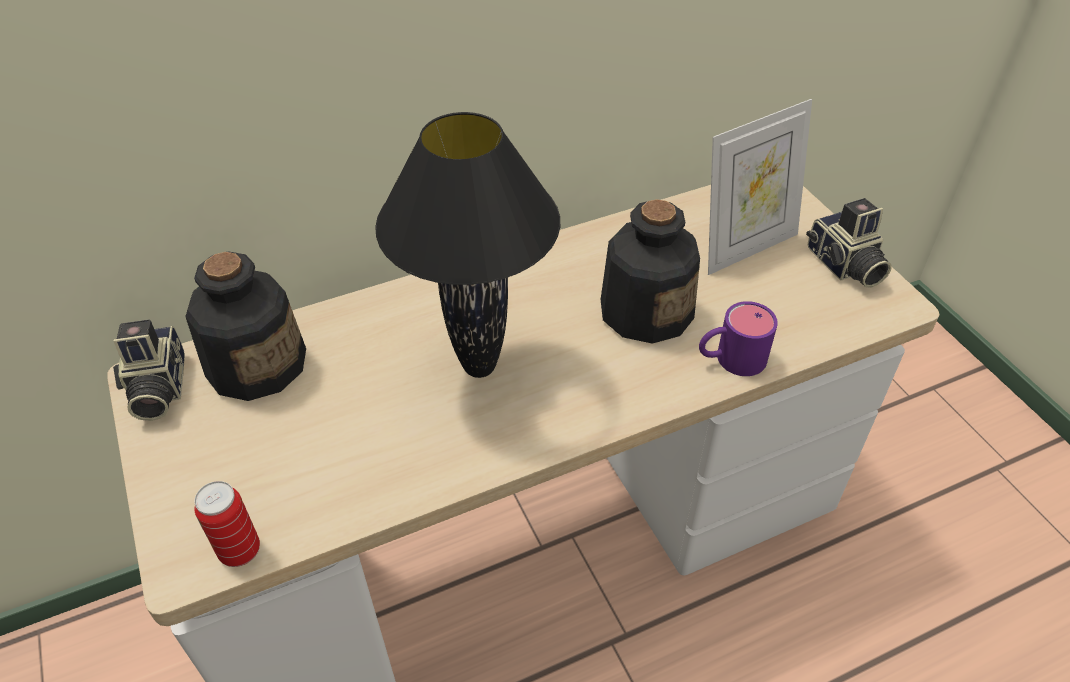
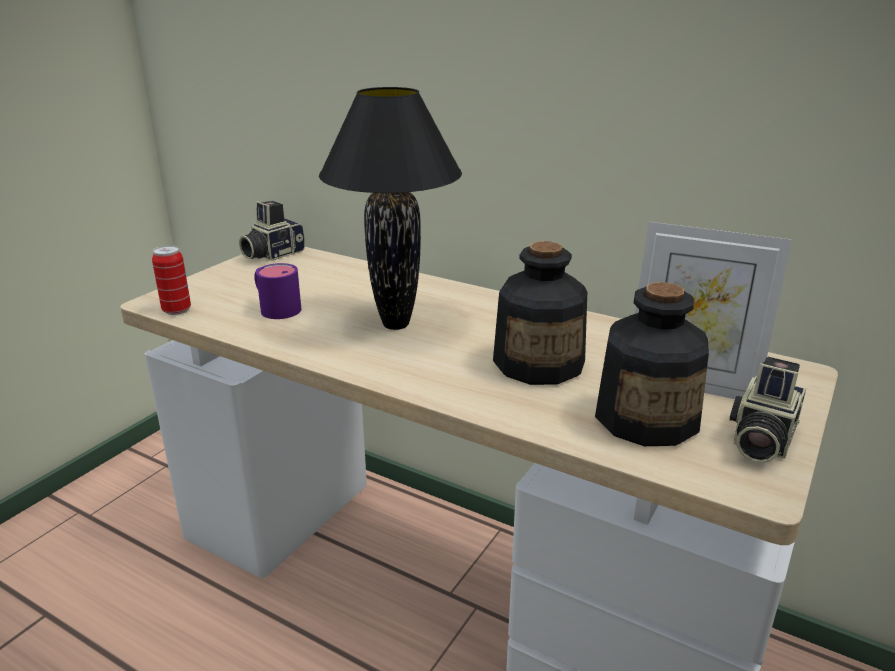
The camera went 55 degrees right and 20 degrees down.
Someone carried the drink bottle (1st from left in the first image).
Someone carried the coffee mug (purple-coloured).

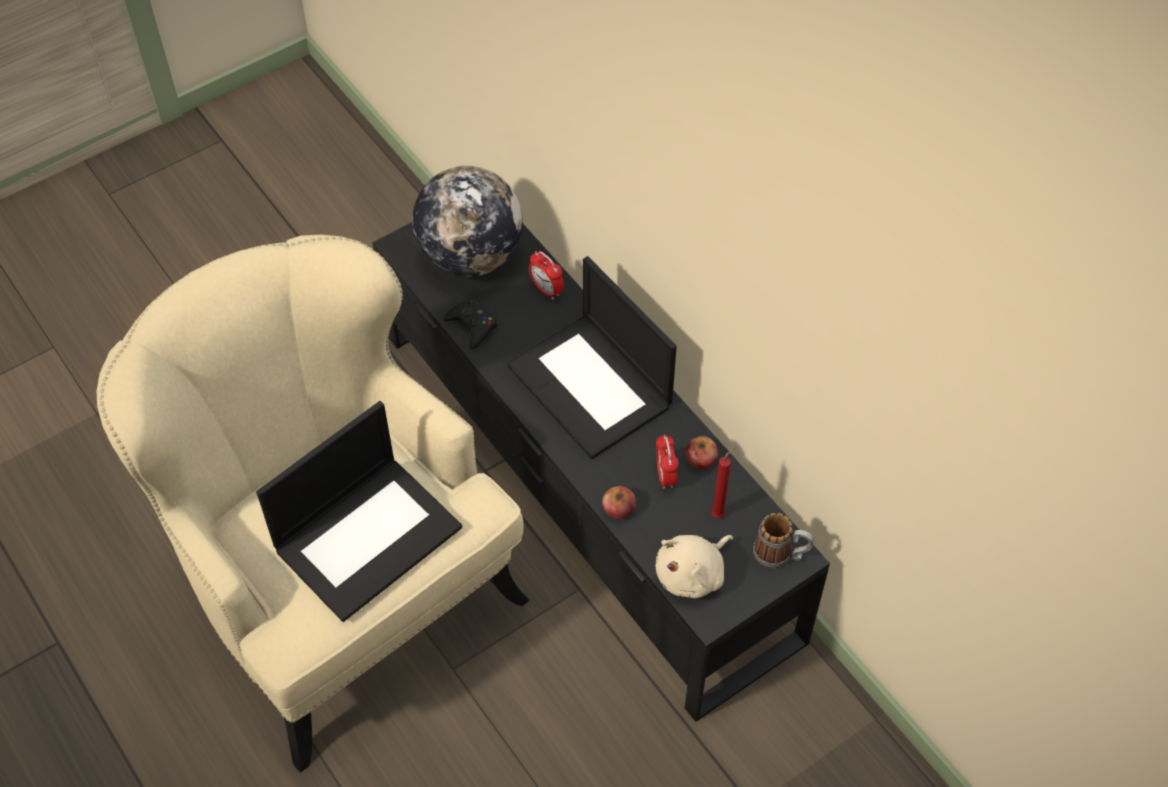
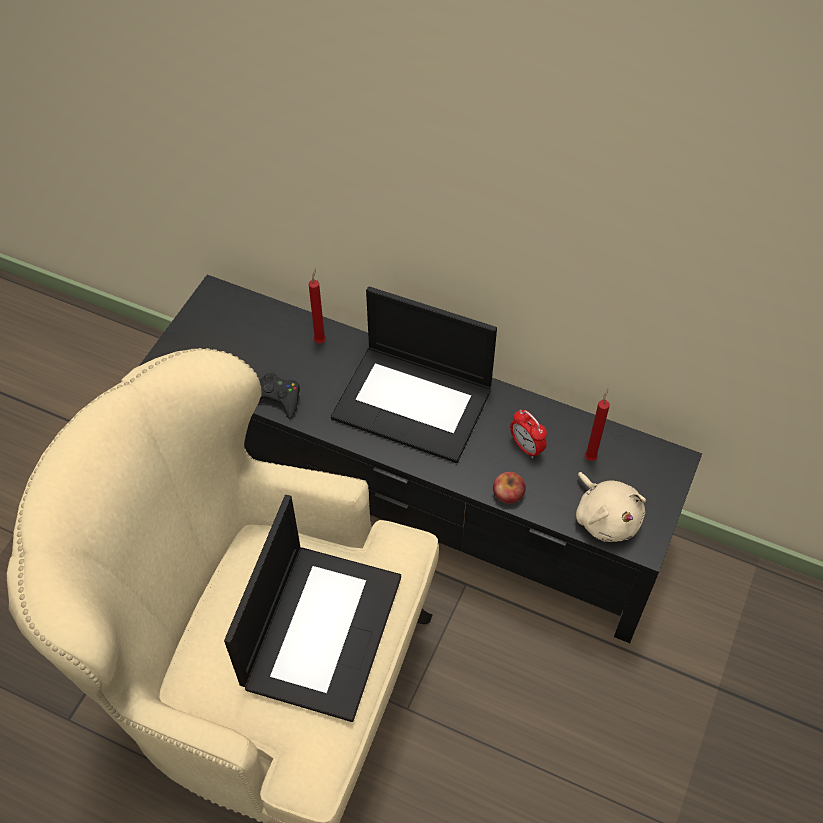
The camera went 30 degrees left and 0 degrees up.
Someone took away the desk globe.
Someone swapped the bedside clock (1st from left) for the wax candle (reddish) (1st from left).
Someone rotated the plush toy (sand-coloured) by 45 degrees counterclockwise.
Someone took away the apple (2nd from left).
Someone took away the coffee mug.

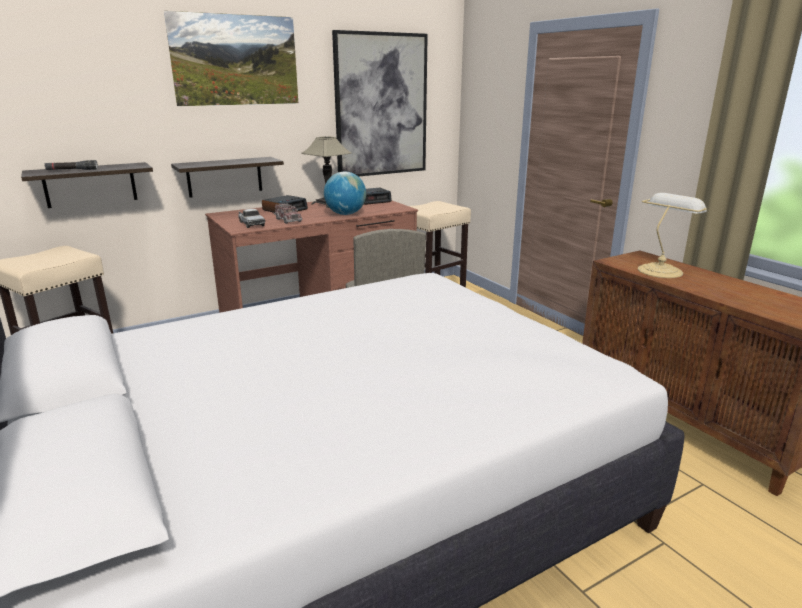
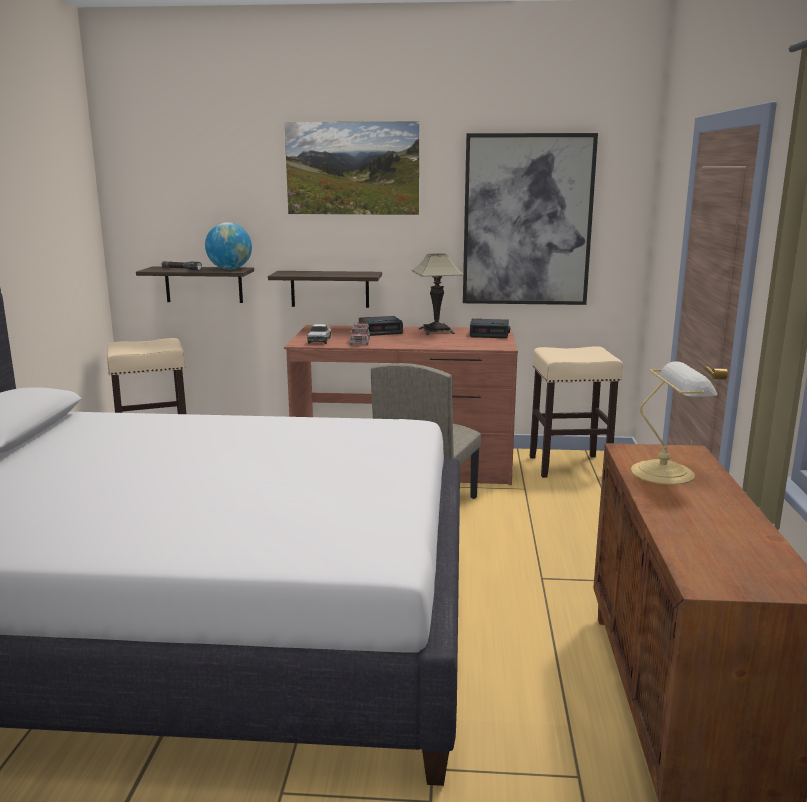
The camera went 35 degrees right and 5 degrees down.
Someone carried the desk globe.

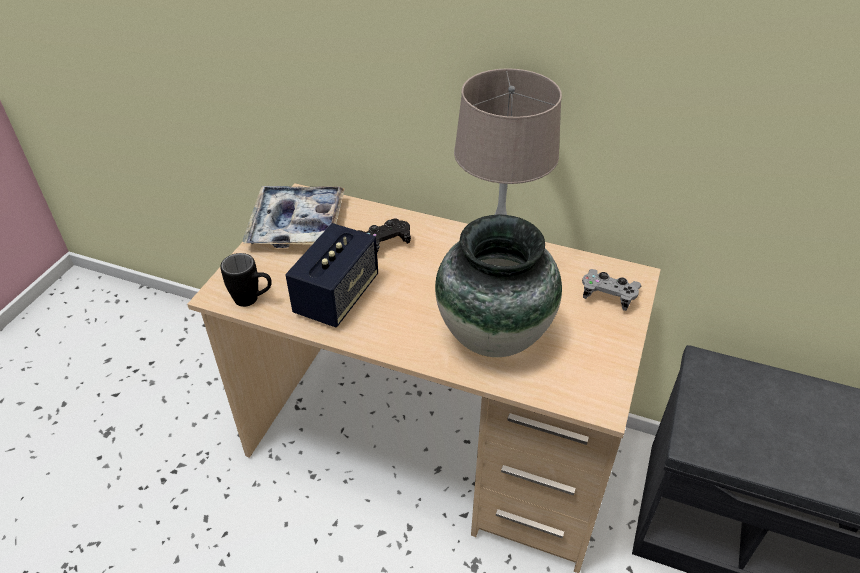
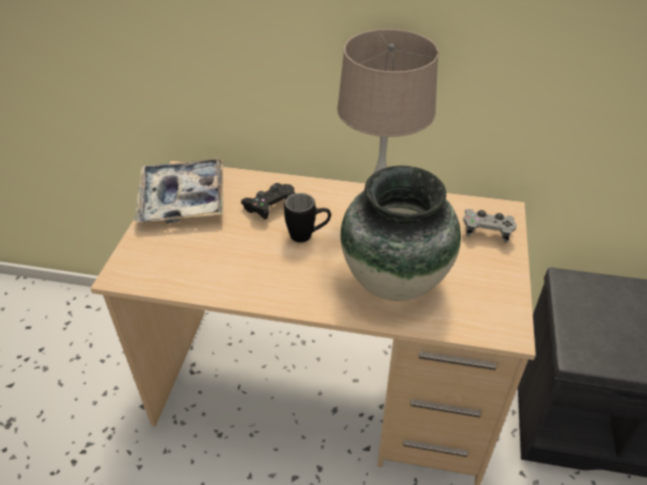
The camera went 10 degrees left and 0 degrees up.
Someone carried the coffee mug (blackish).
Someone took away the loudspeaker.

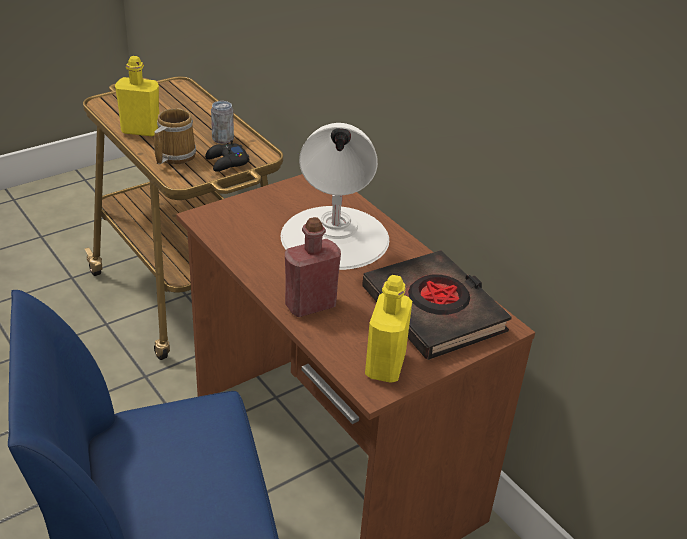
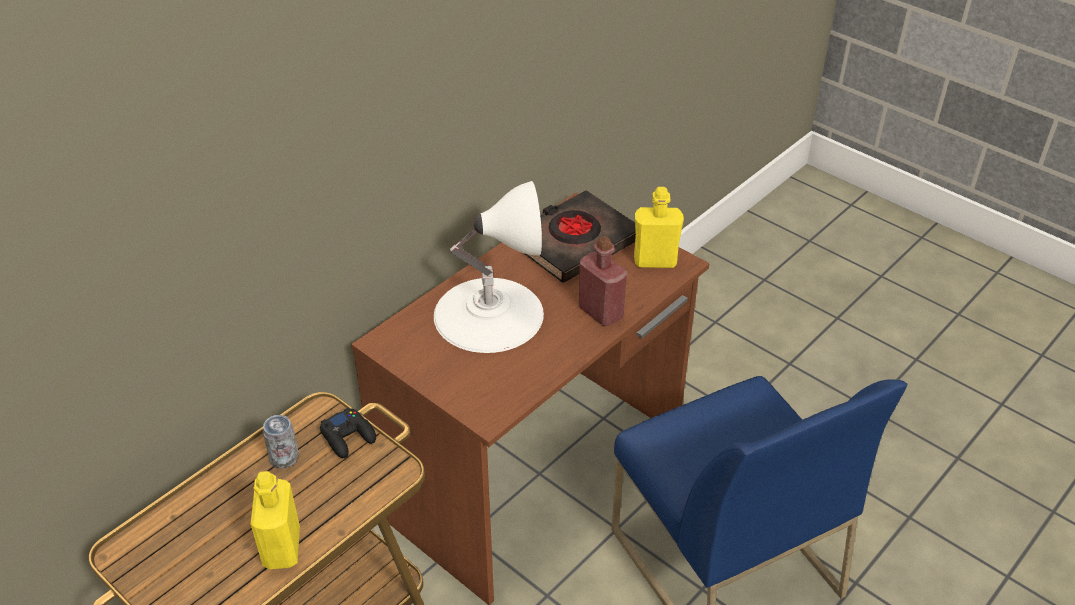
The camera went 100 degrees left and 5 degrees up.
Someone took away the coffee mug.

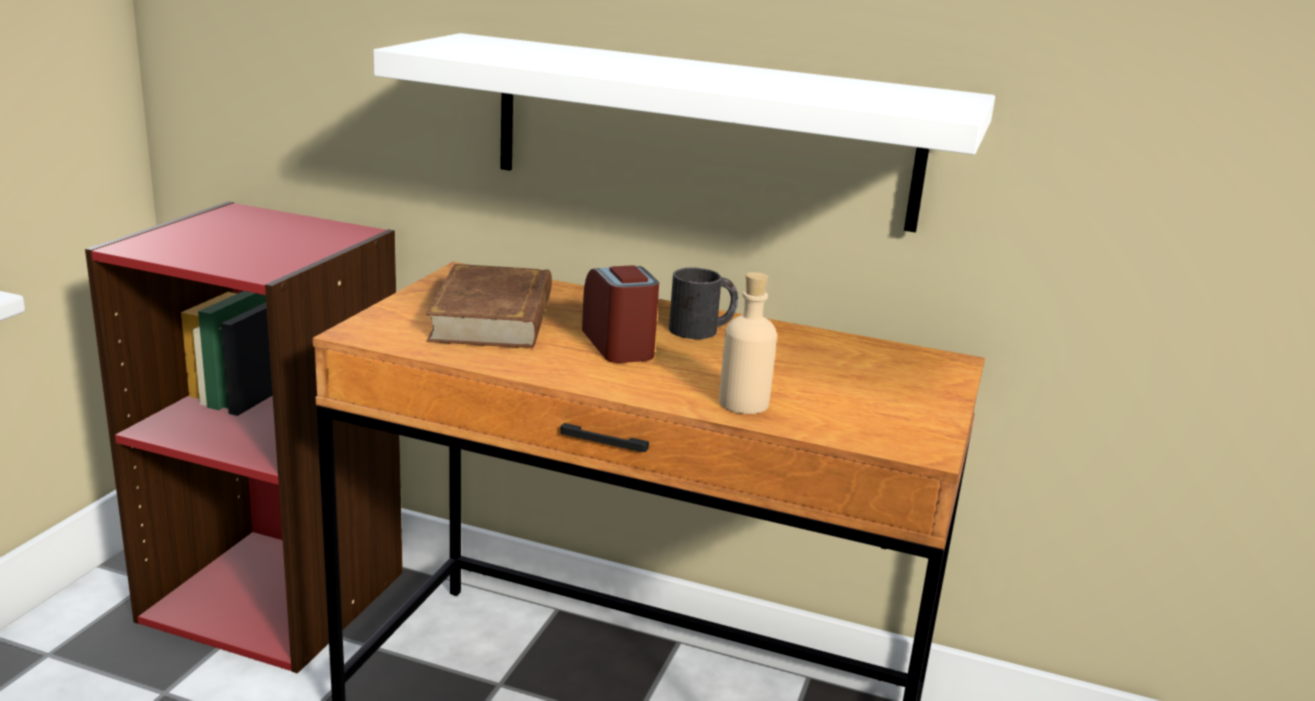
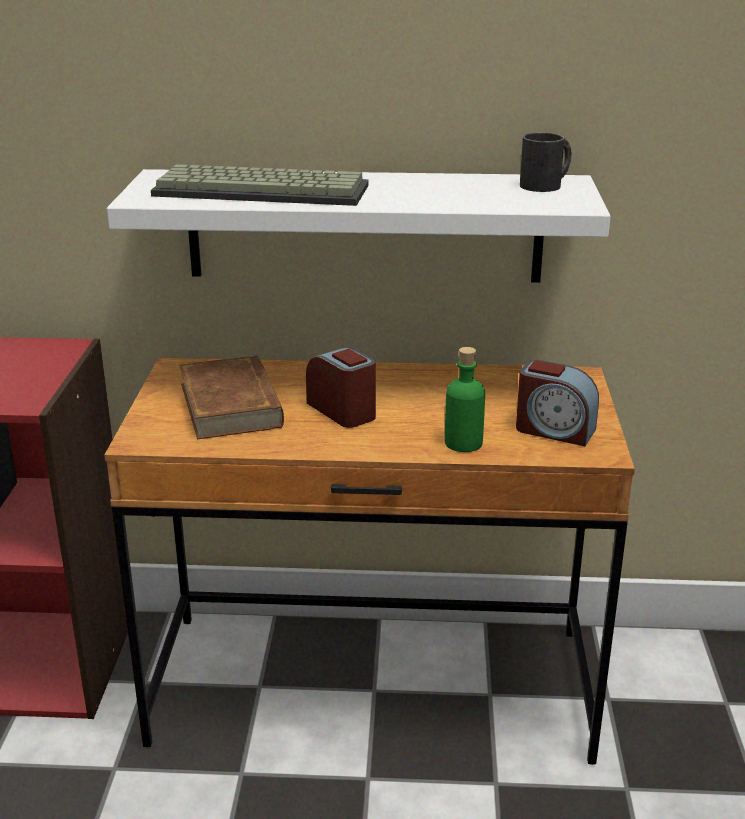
The camera went 15 degrees left and 5 degrees up.
Someone carried the coffee mug (blackish).
Someone repainted the drink bottle (sand-coloured), which became the drink bottle (green-coloured).
Someone put down the PC keyboard.
Someone put down the bedside clock (2nd from left).

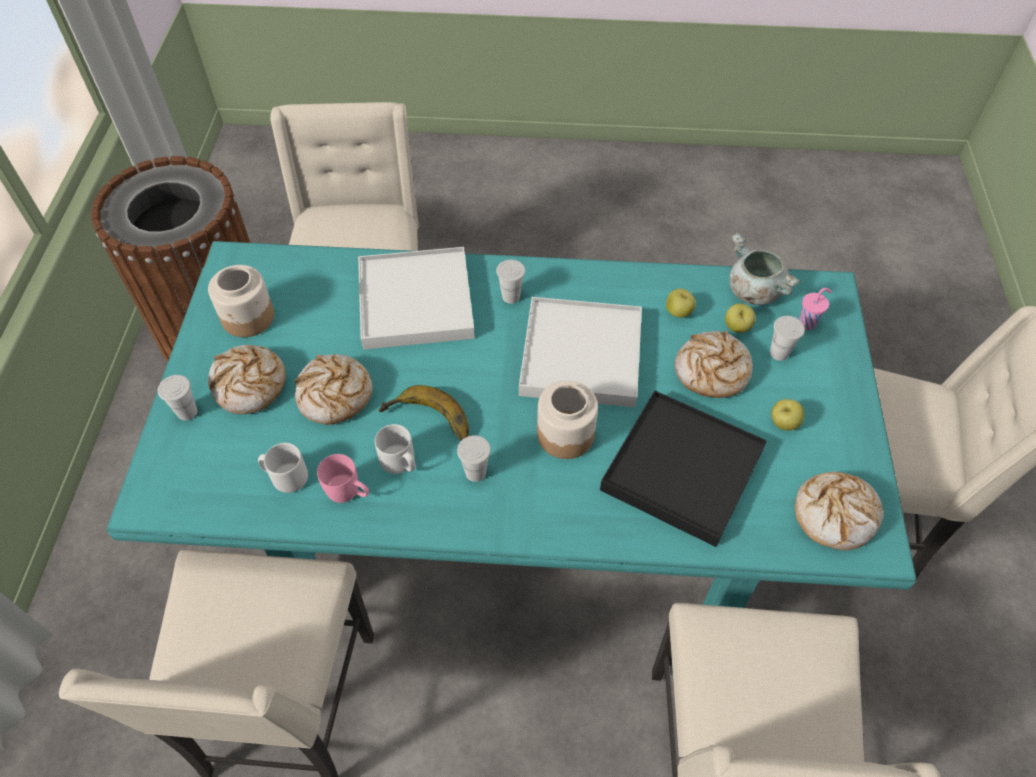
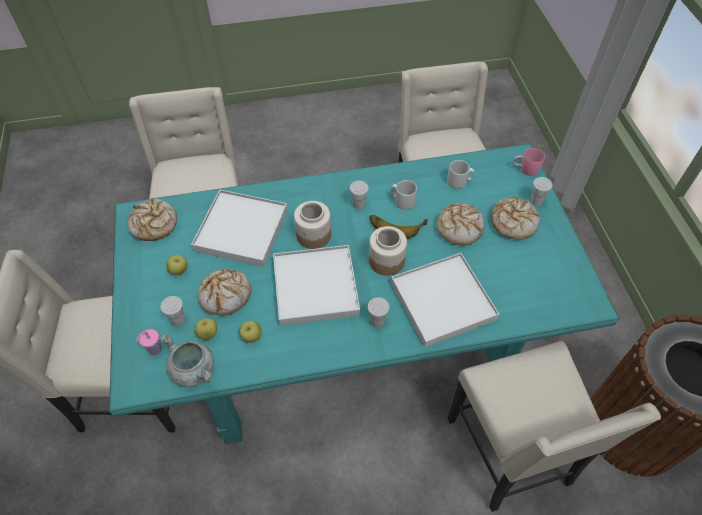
The camera went 165 degrees right and 0 degrees up.
Someone carried the preserve jar (1st from left in the first image).
Someone carried the coffee mug (pink).
Someone repainted the carrying tray (blackish), which became the carrying tray (whitish) (1st from left).

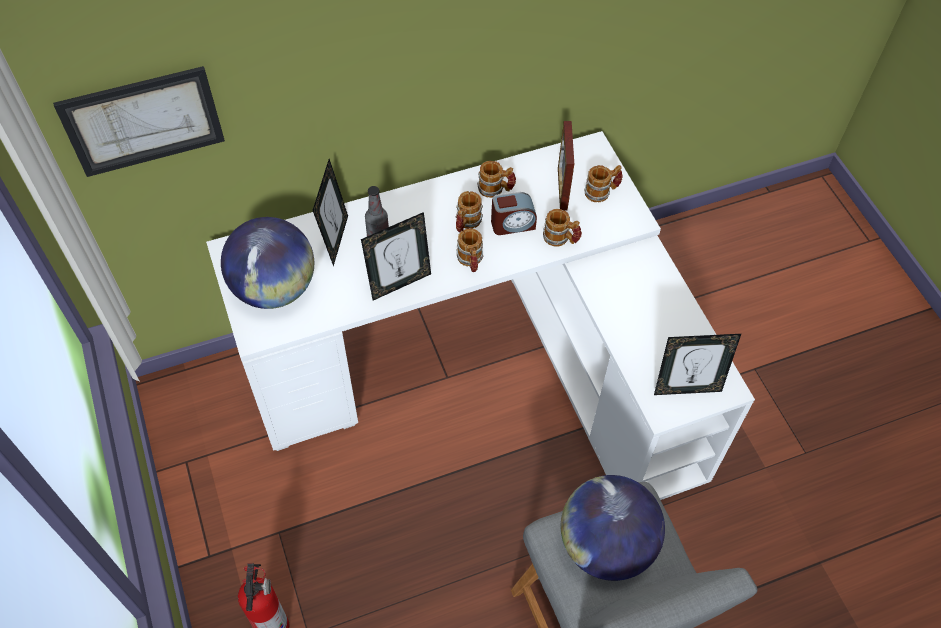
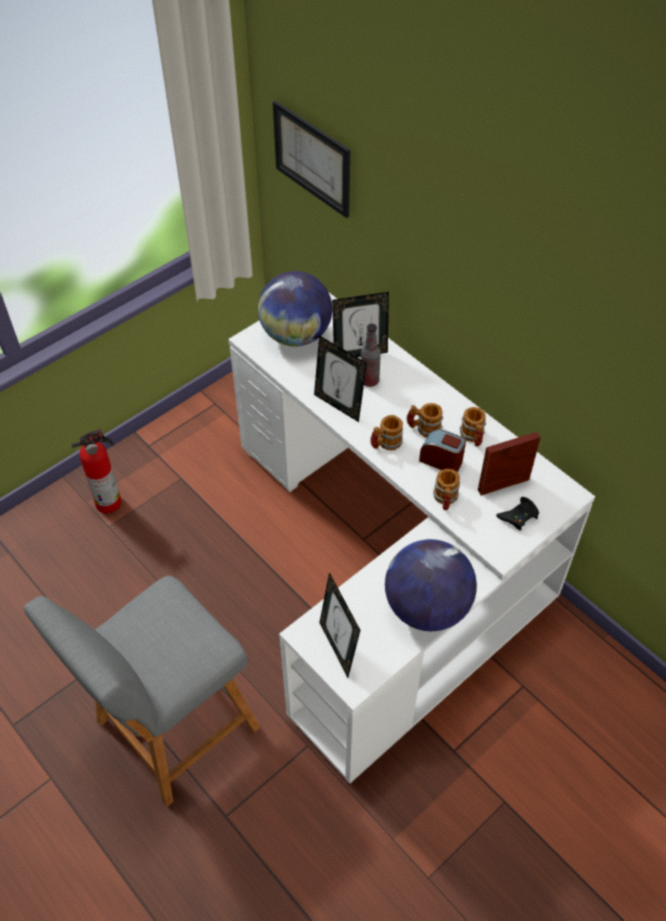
The camera went 70 degrees right and 5 degrees down.
Someone rotated the bedside clock by 150 degrees clockwise.
Someone carried the desk globe (2nd from left).
Someone swapped the coffee mug (5th from left) for the joypad (blackish).

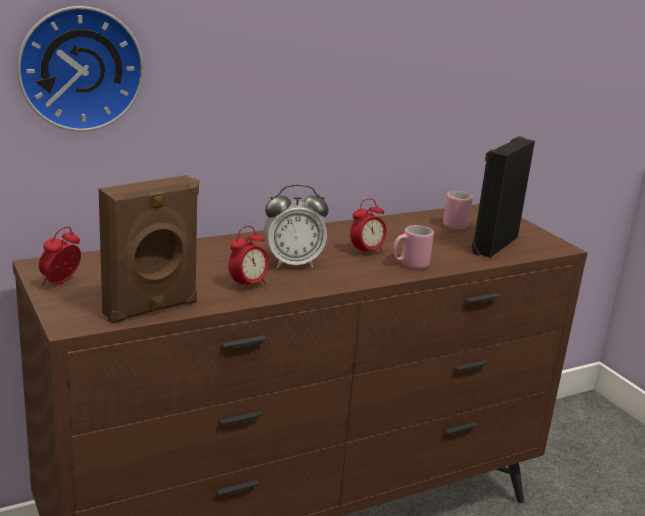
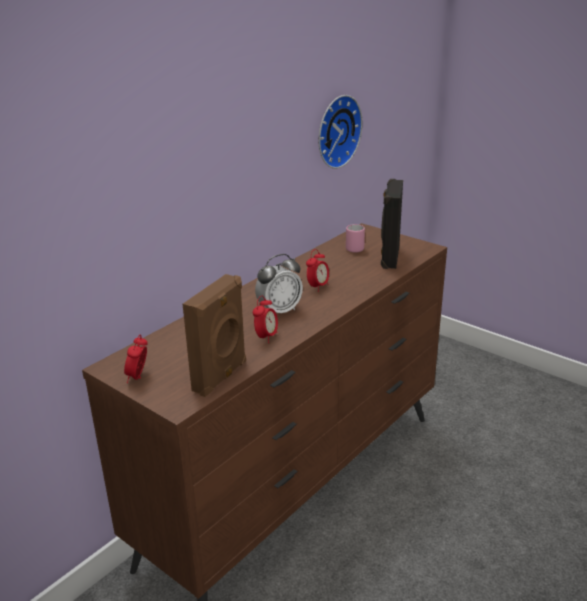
The camera went 20 degrees left and 5 degrees up.
Someone carried the clock on the wall.
Someone took away the coffee mug (pink) (1st from left).

